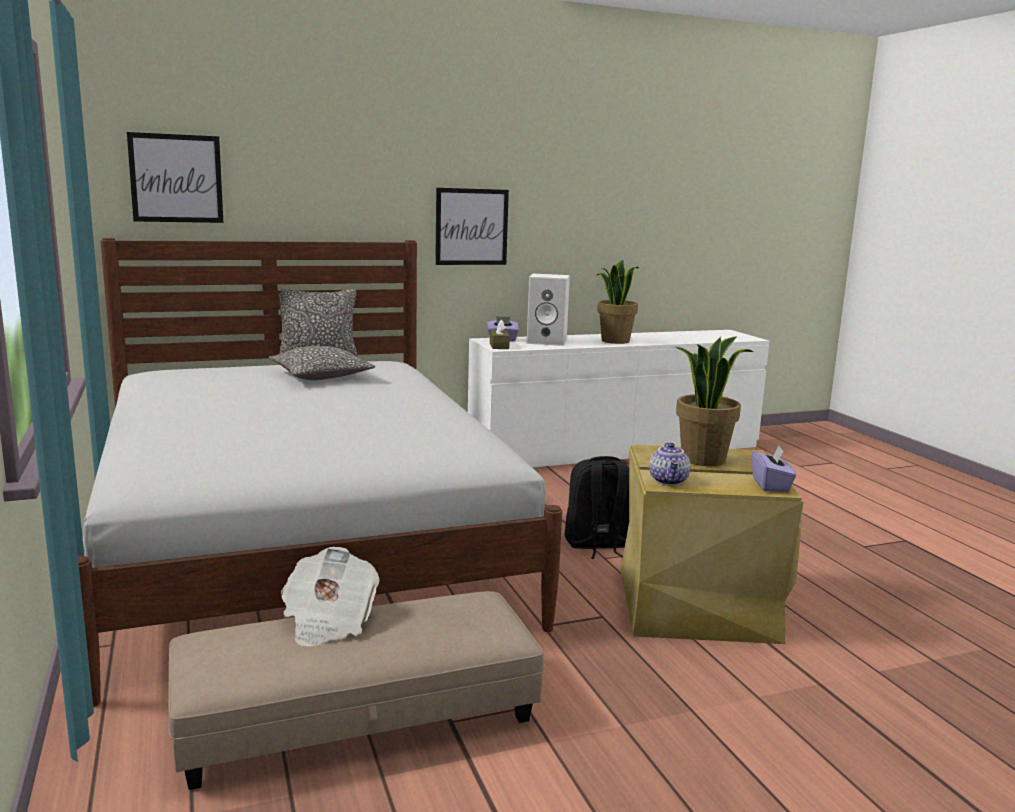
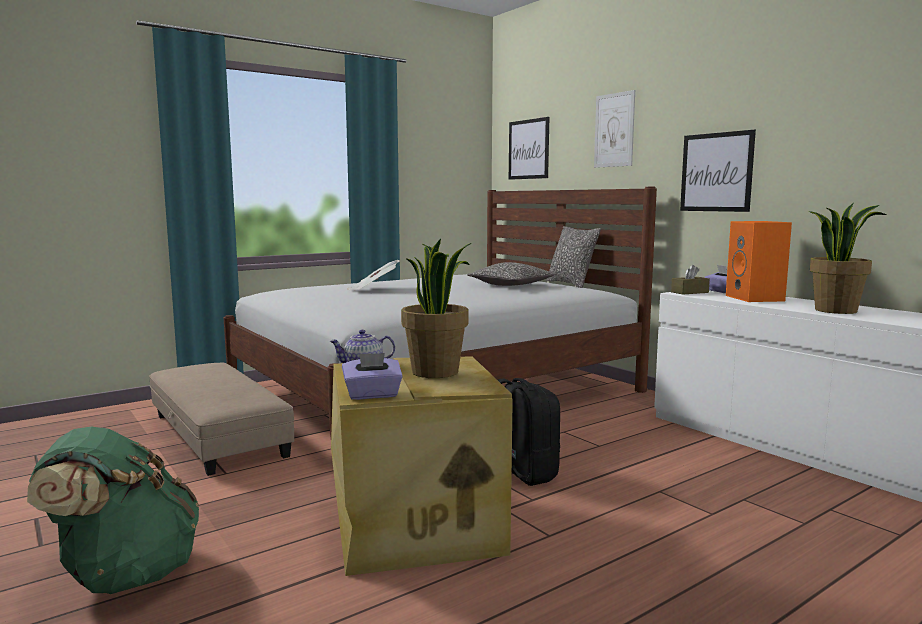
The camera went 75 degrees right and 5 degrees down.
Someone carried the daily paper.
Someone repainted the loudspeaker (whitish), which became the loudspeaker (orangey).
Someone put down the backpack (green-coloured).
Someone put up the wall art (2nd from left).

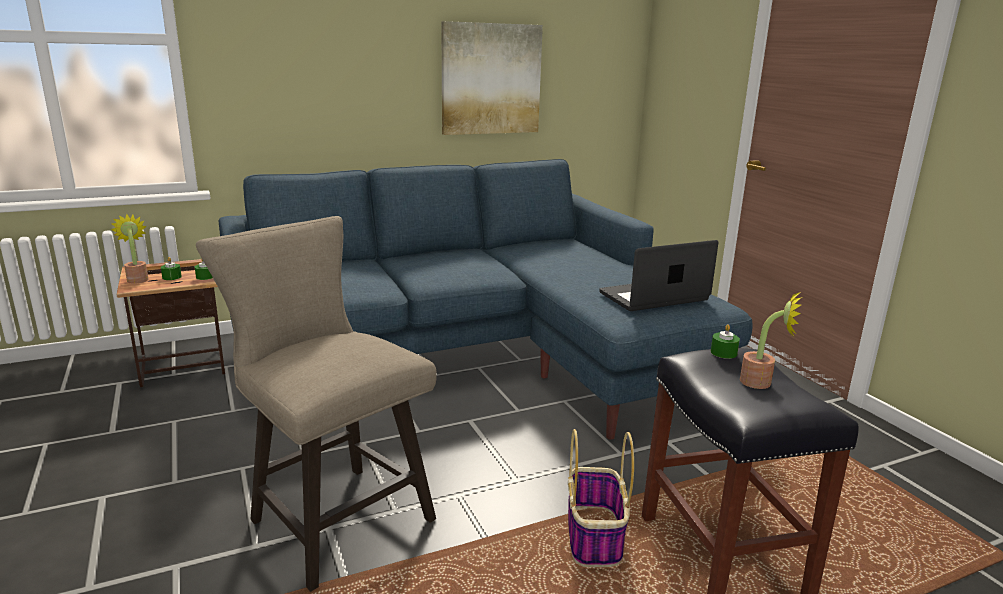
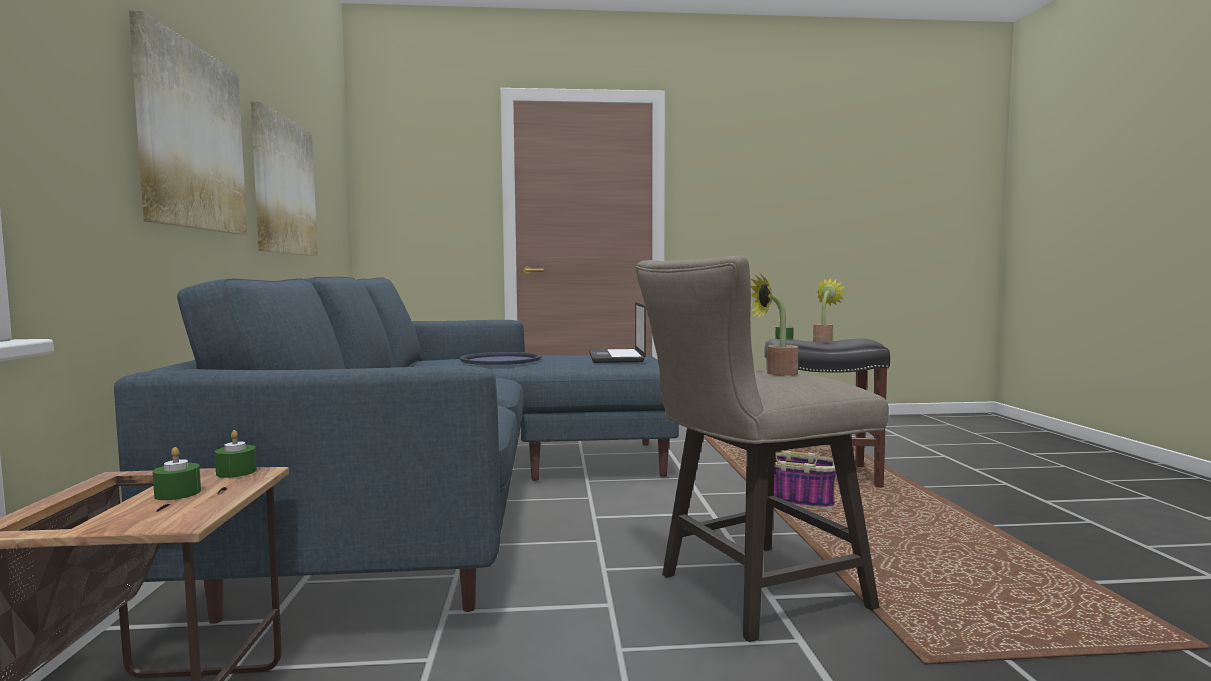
The camera went 70 degrees left and 15 degrees down.
Someone carried the potted plant (1st from left).
Someone put up the wall art (1st from left).
Someone put down the carrying tray (blue).

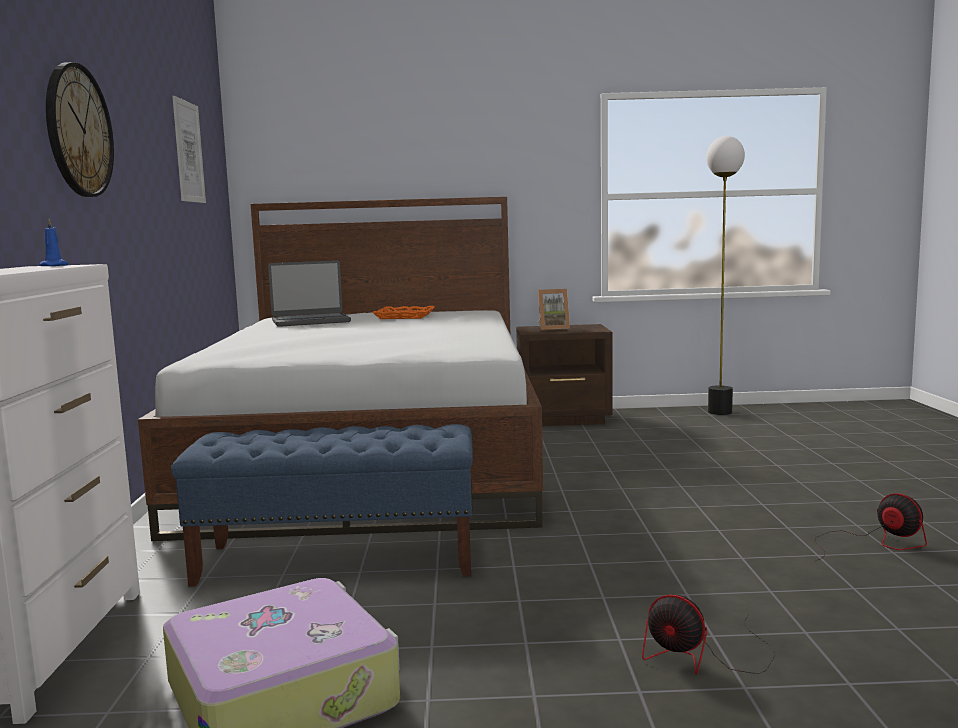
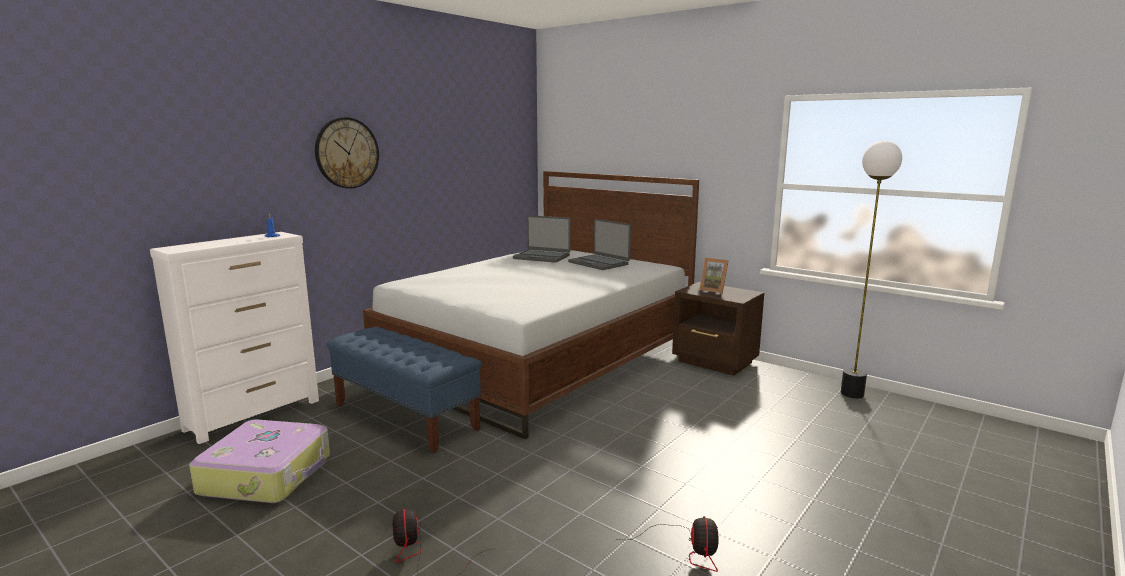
The camera went 40 degrees right and 5 degrees up.
Someone took away the wall art.
Someone swapped the carrying tray (orangey) for the laptop (2nd from left).

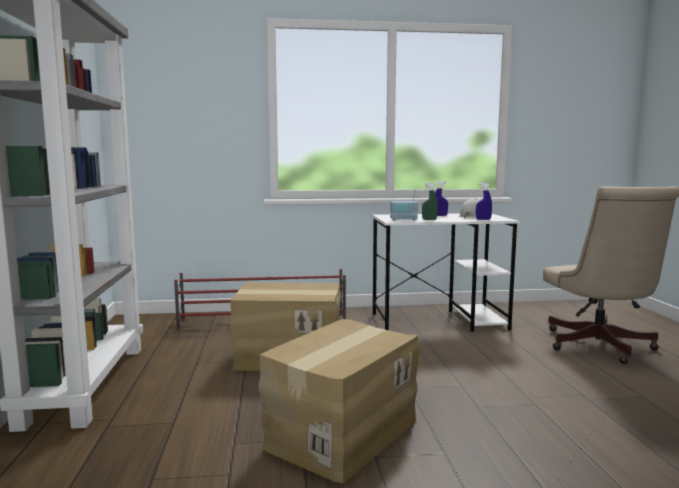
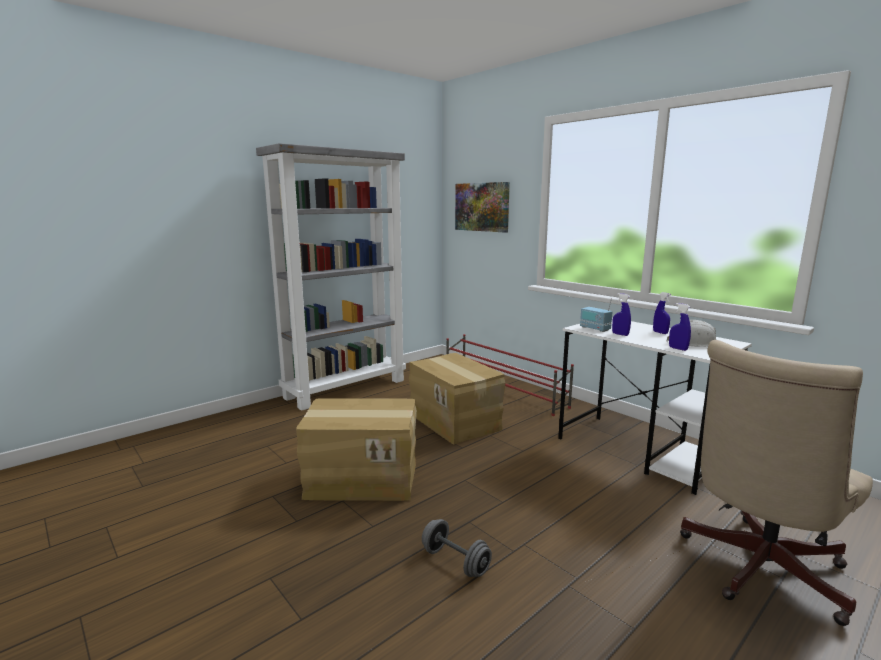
The camera went 55 degrees right and 5 degrees up.
Someone repainted the hand sprayer (green-coloured), which became the hand sprayer (blue) (1st from left).
Someone put down the free weight (greyish).
Someone put up the wall art.

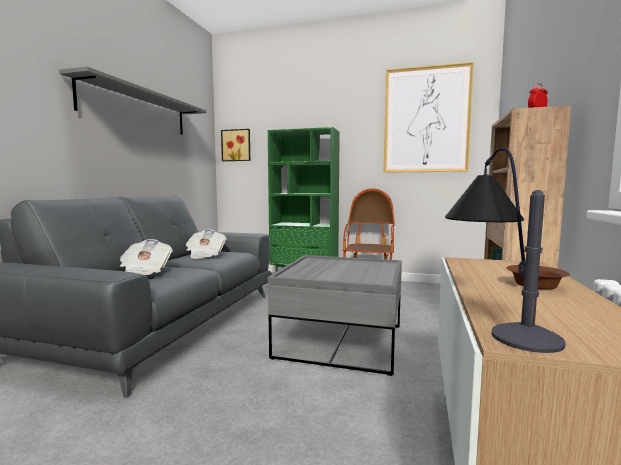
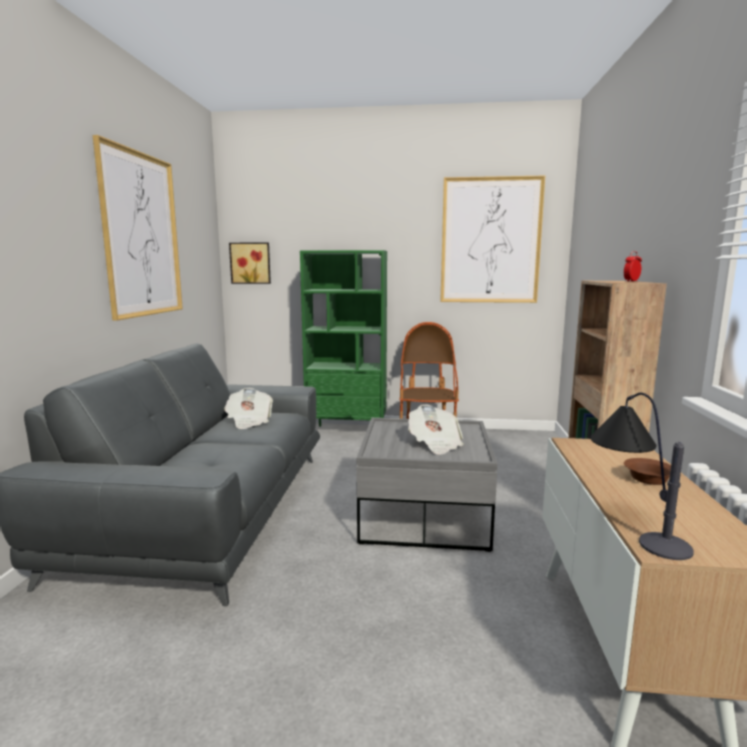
The camera went 10 degrees left and 5 degrees up.
Someone swapped the bracket shelf (greyish) for the wall art (1st from left).
Someone carried the daily paper (1st from left in the first image).

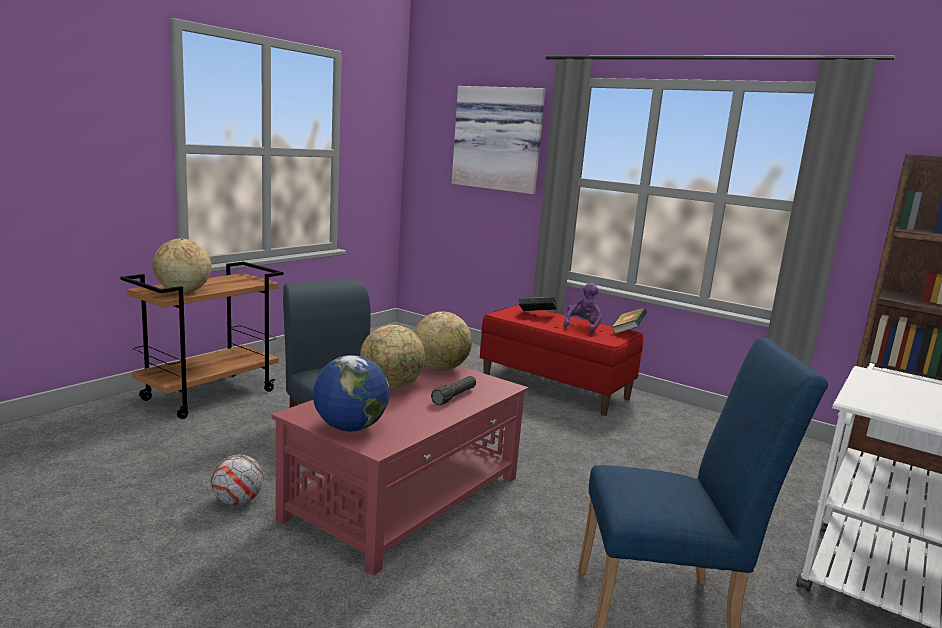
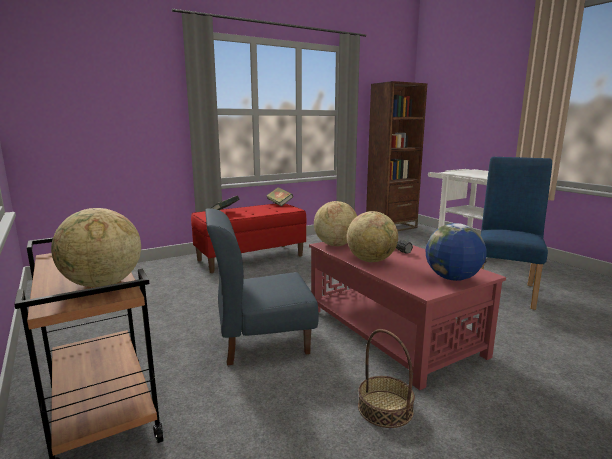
The camera went 65 degrees left and 0 degrees up.
Someone swapped the football for the basket.
Someone took away the wall art.
Someone took away the plush toy (purple-coloured).

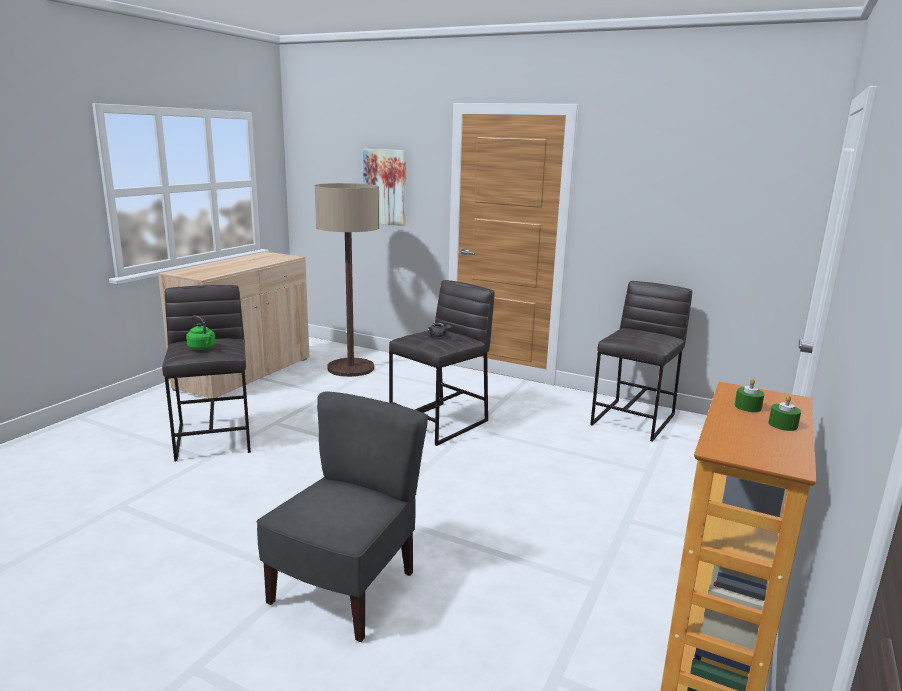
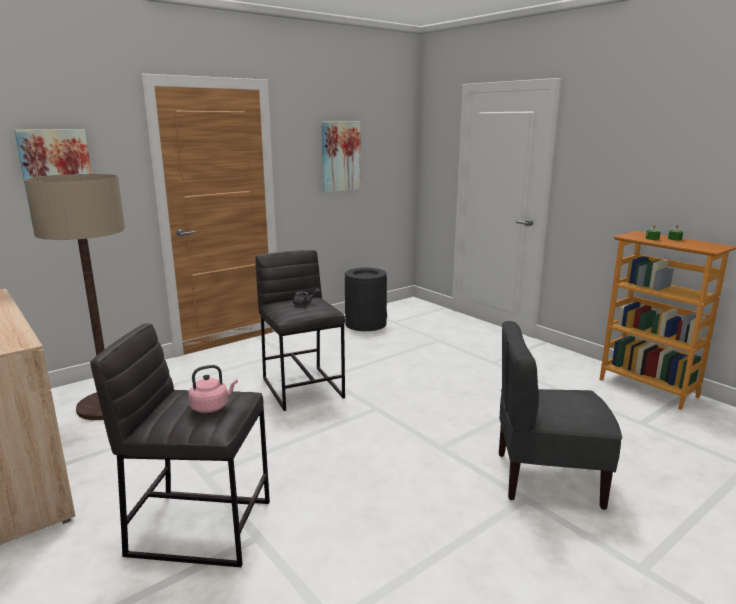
The camera went 65 degrees left and 0 degrees up.
Someone repainted the kettle (green-coloured), which became the kettle (pink).
Someone rotated the chair (greyish) by 45 degrees counterclockwise.
Someone swapped the stool seat (greyish) (3rd from left) for the rubbish bin (blackish).
Someone put up the wall art (2nd from left).

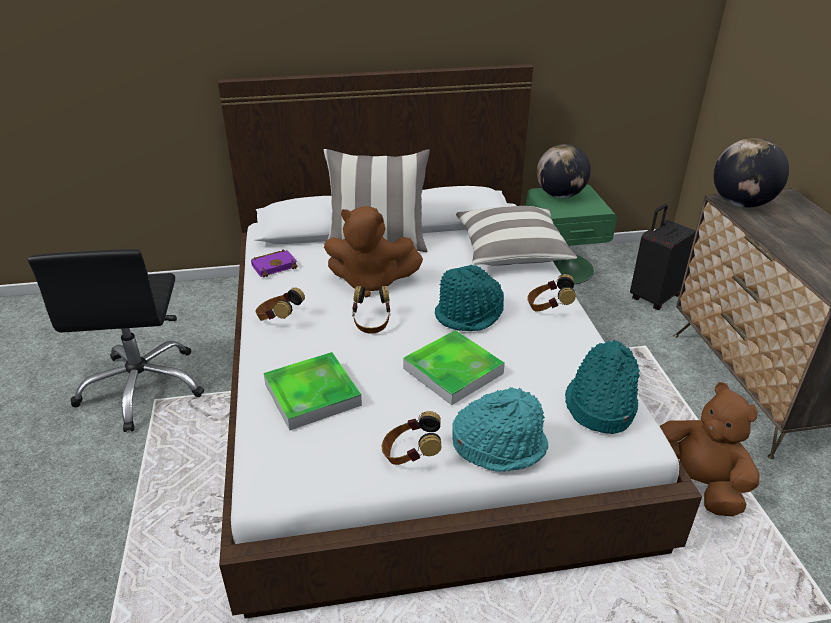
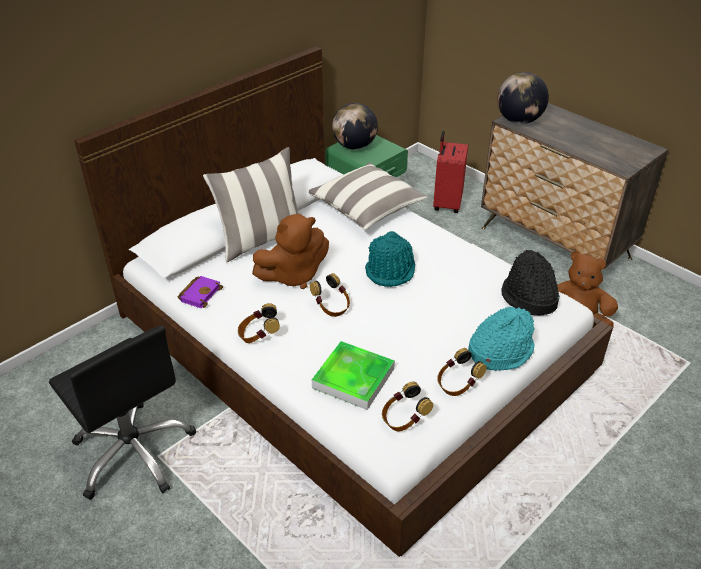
The camera went 35 degrees left and 5 degrees up.
Someone took away the carrying tray (2nd from left).
Someone carried the pair of headphones (4th from left in the first image).
Someone repainted the hat (blue-green) (3rd from left), which became the hat (blackish).
Someone repainted the travel case (blackish), which became the travel case (reddish).

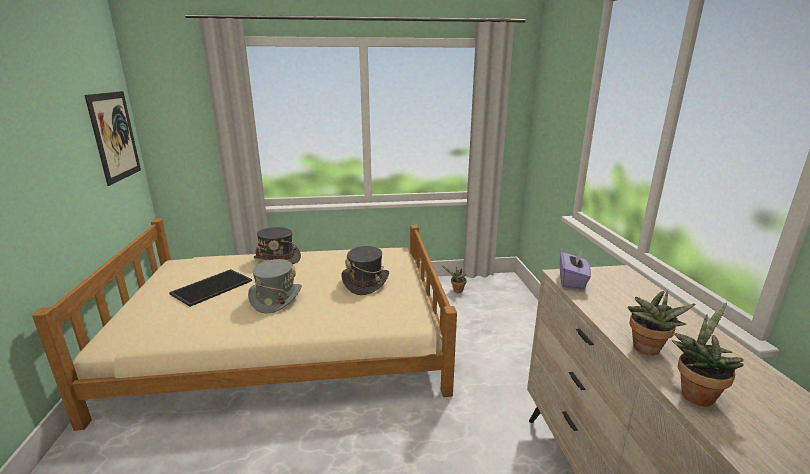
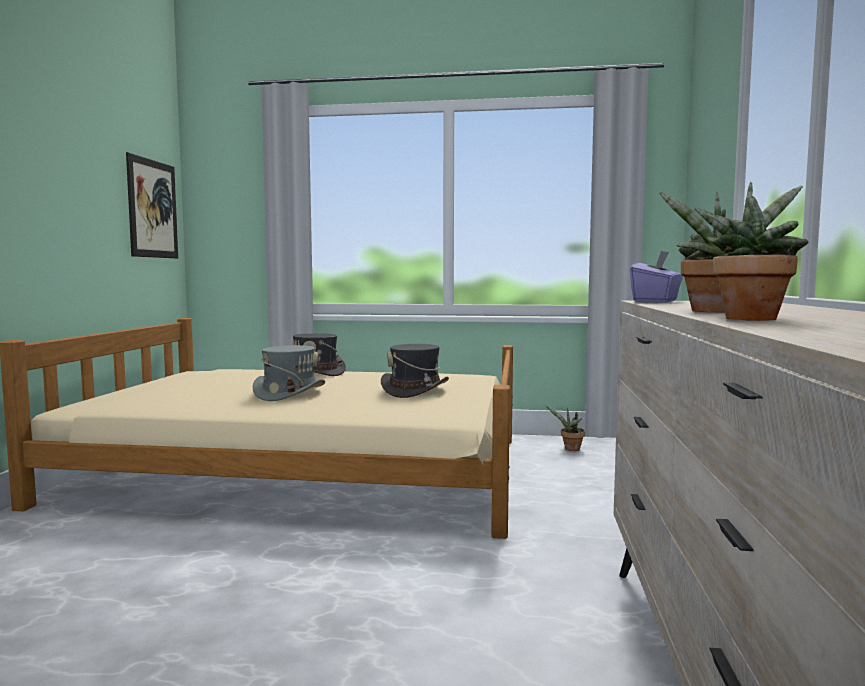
The camera went 15 degrees right and 15 degrees down.
Someone took away the carrying tray.

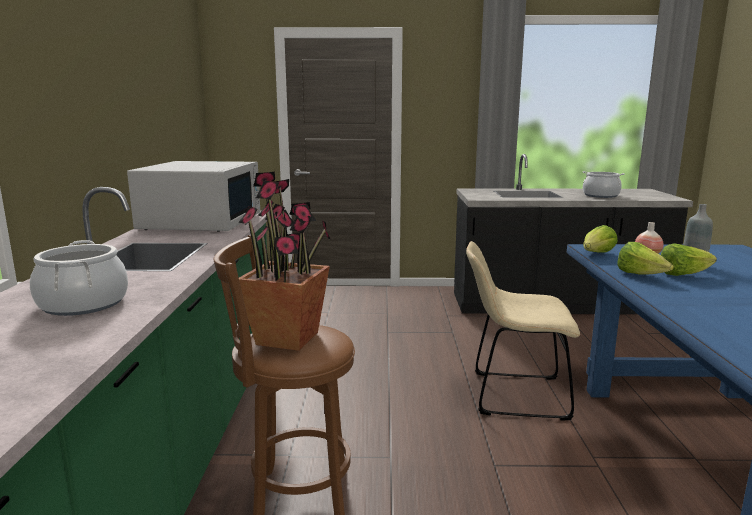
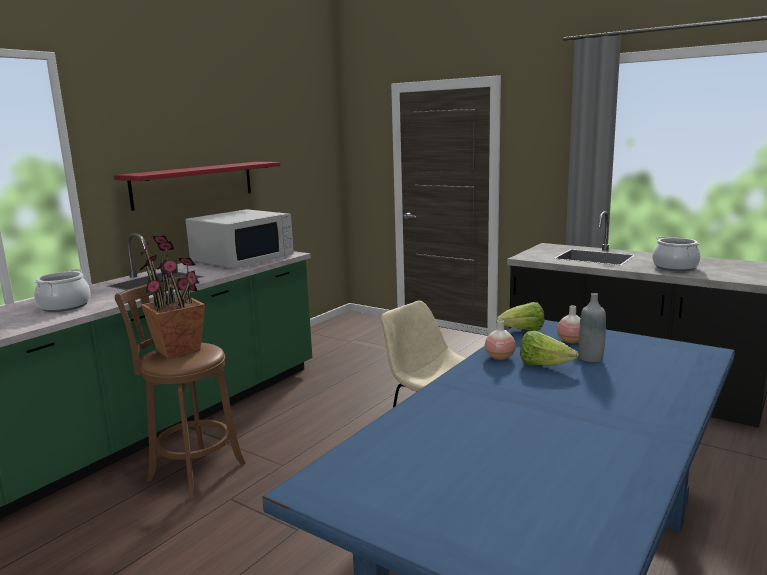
The camera went 35 degrees right and 0 degrees up.
Someone swapped the lettuce (2nd from left) for the flower vase (1st from left).
Someone put up the bracket shelf (reddish).

